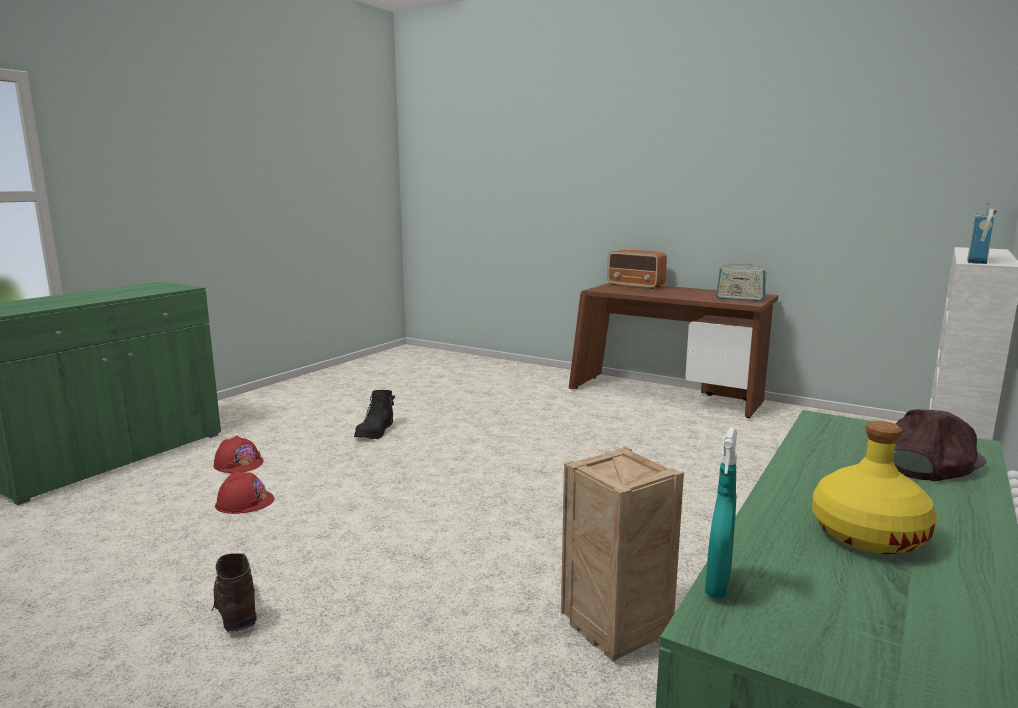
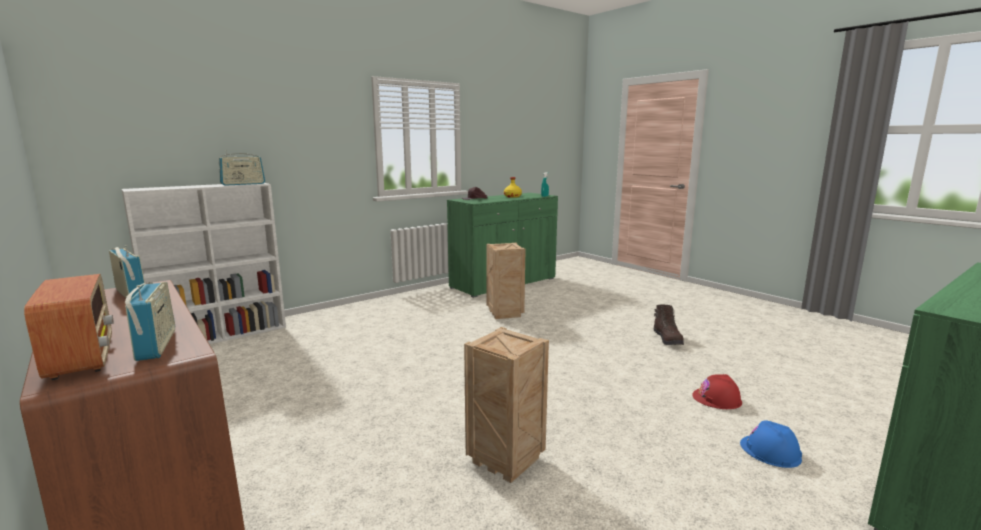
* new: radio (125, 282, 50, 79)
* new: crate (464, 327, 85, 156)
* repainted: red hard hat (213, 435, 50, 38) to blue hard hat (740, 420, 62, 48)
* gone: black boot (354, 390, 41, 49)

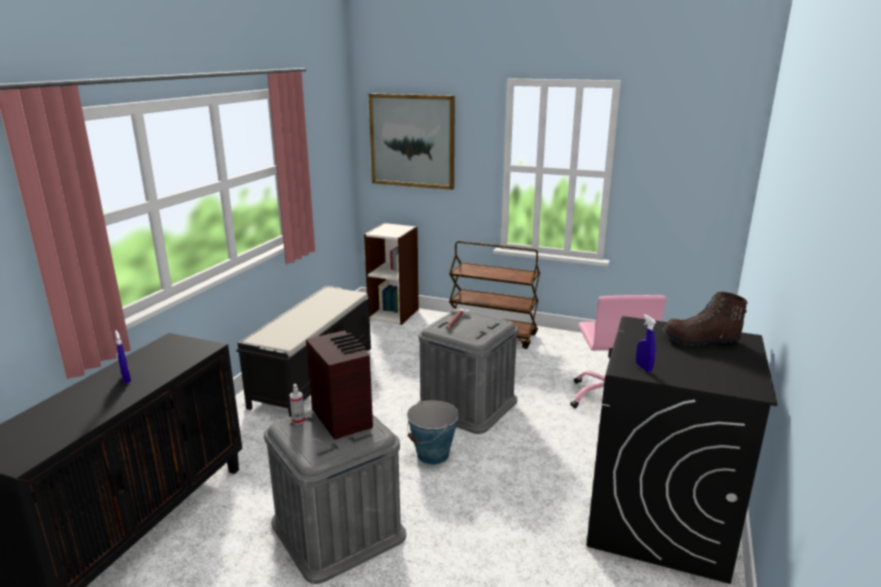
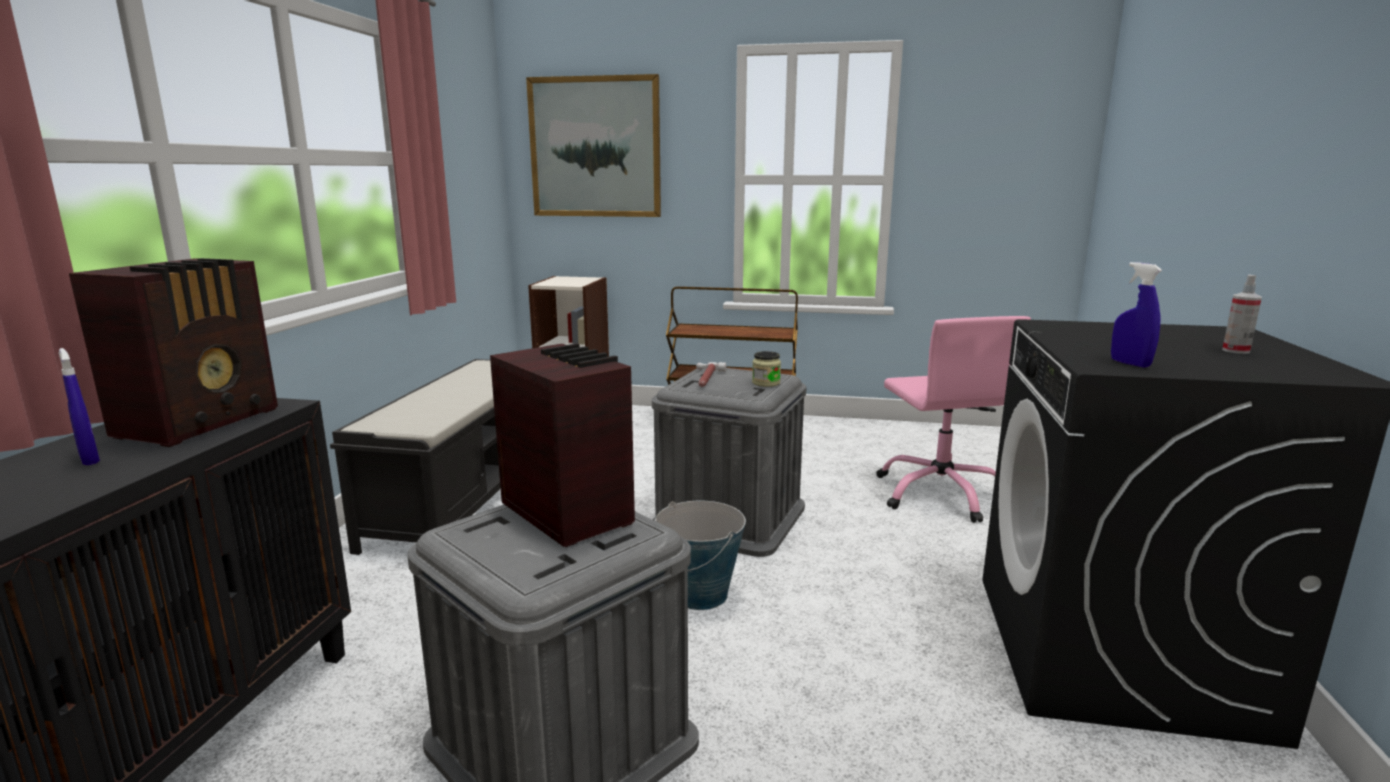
* new: radio (69, 258, 209, 189)
* new: jar (752, 351, 29, 36)
* shifted: spray bottle (289, 384, 16, 40) to (1222, 274, 40, 80)
* gone: brown boot (662, 292, 86, 54)

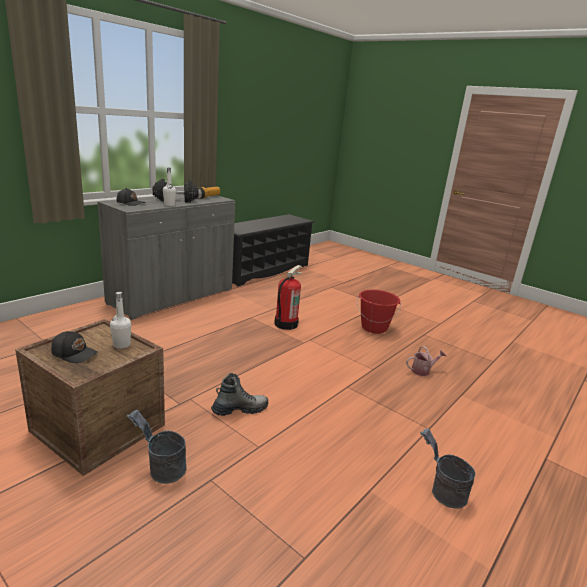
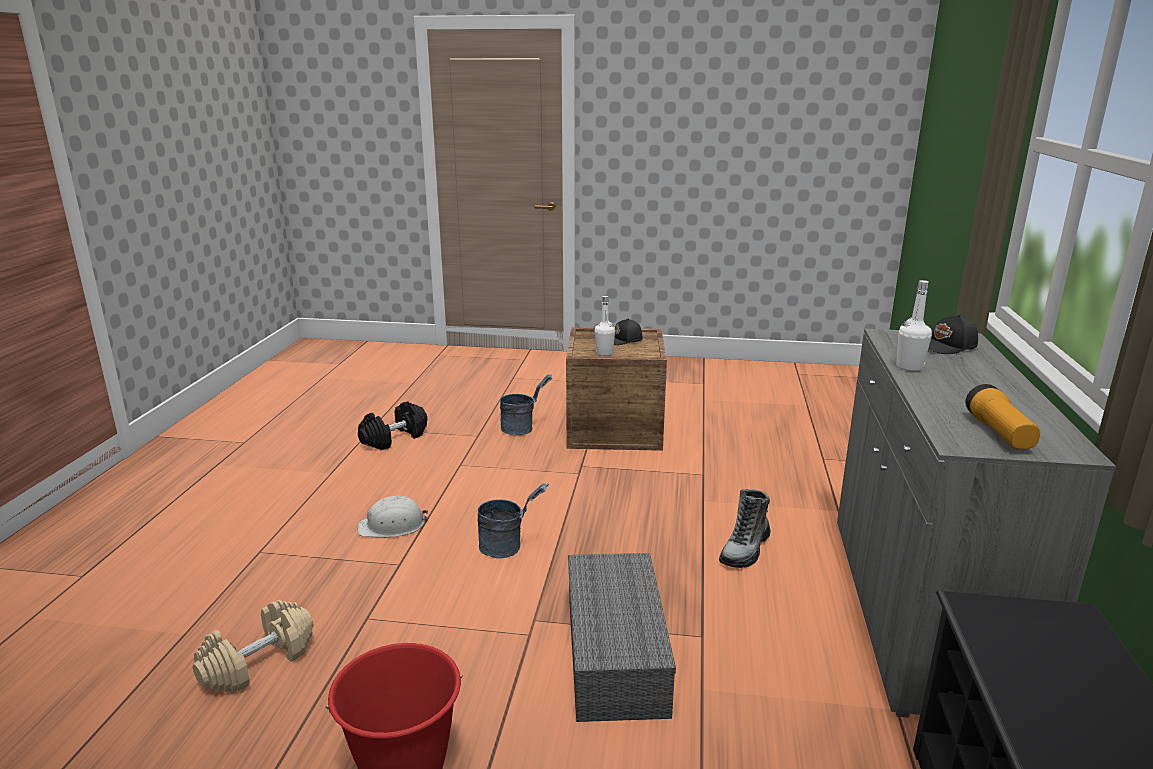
* swapped: watering can (406, 346, 40, 30) to beige dumbbell (193, 600, 120, 94)
* new: white hard hat (357, 496, 71, 42)
* shifted: black dumbbell (153, 179, 45, 23) to (358, 401, 69, 49)
* shifted: grey bucket (420, 428, 56, 80) to (477, 483, 72, 76)
* swapped: fire extinguisher (274, 265, 28, 65) to grey storage box (568, 553, 108, 169)
* shifted: boot (211, 373, 57, 43) to (719, 489, 52, 79)

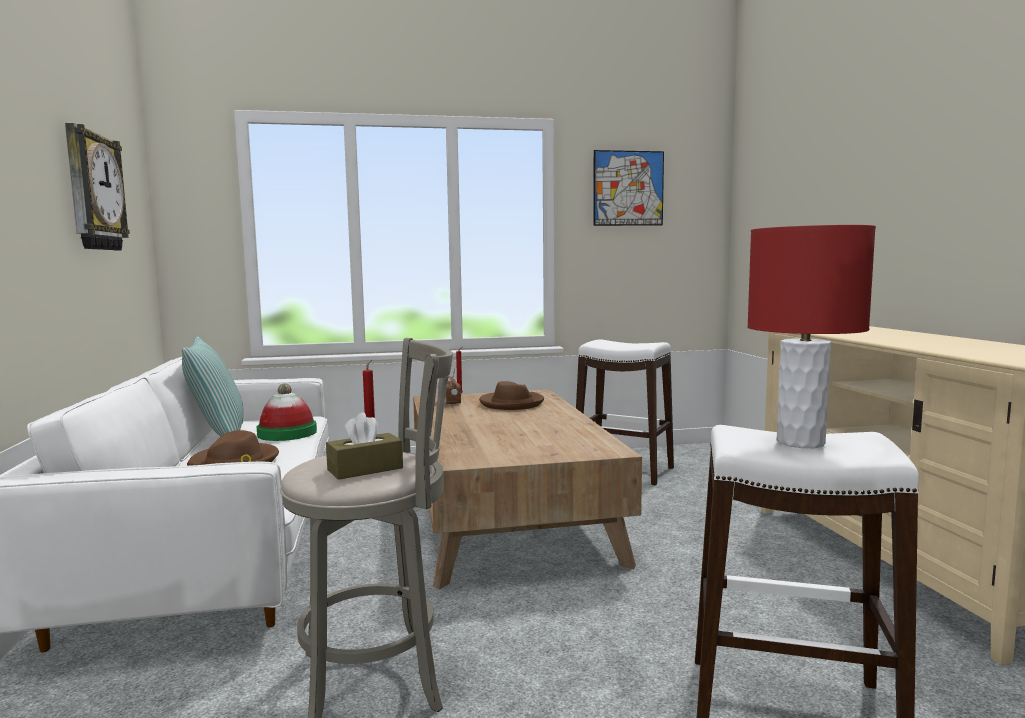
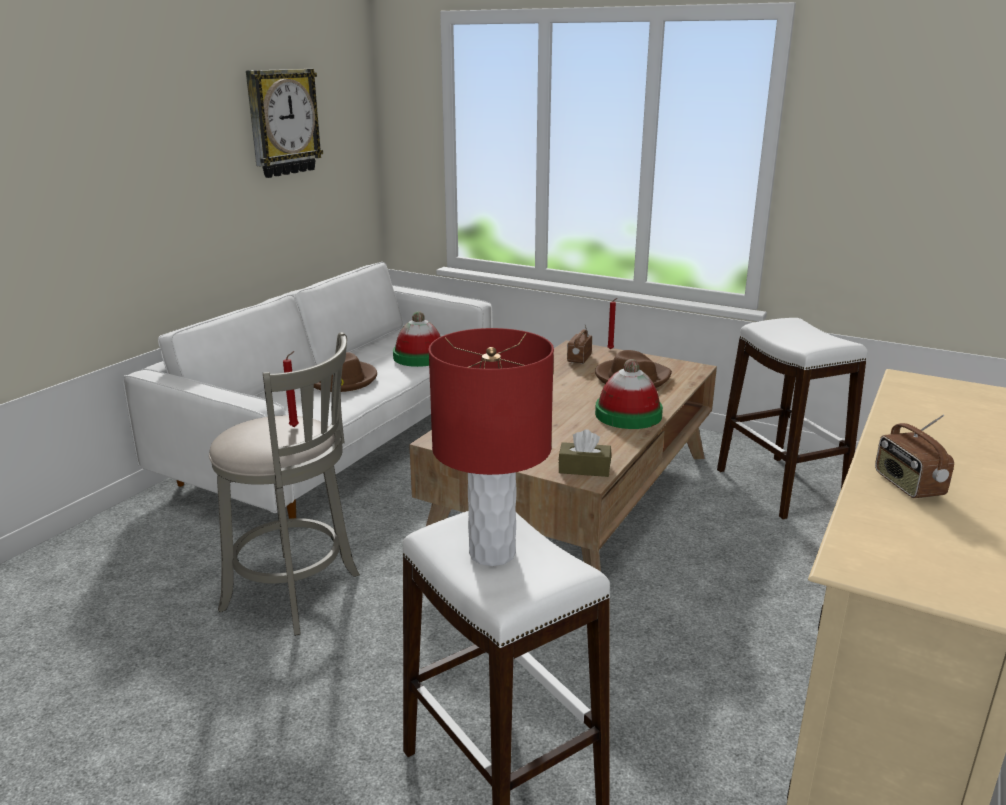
* shifted: brown tissue box (326, 412, 77, 68) to (558, 429, 53, 48)
* new: hat (595, 359, 68, 70)
* new: radio (875, 414, 79, 84)
* gone: pillow (182, 336, 62, 101)
* gone: picture (593, 150, 71, 76)

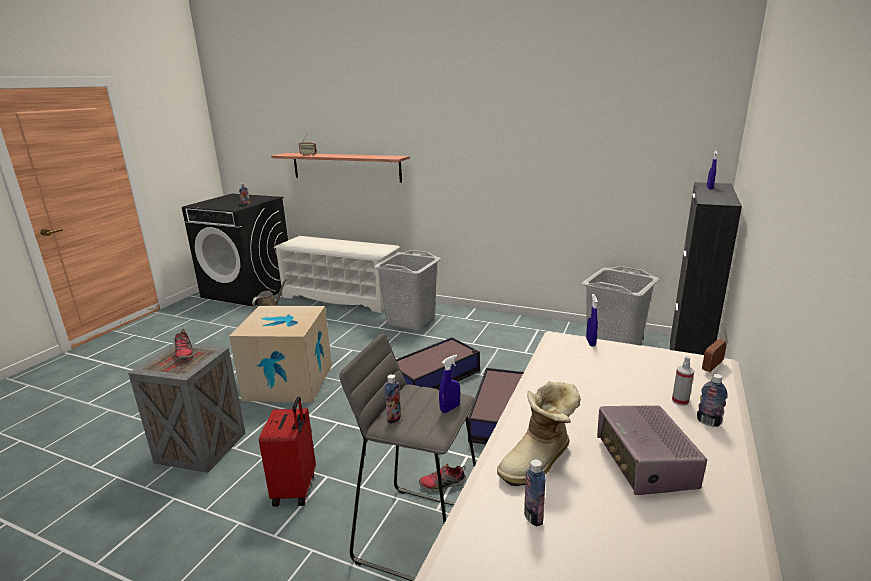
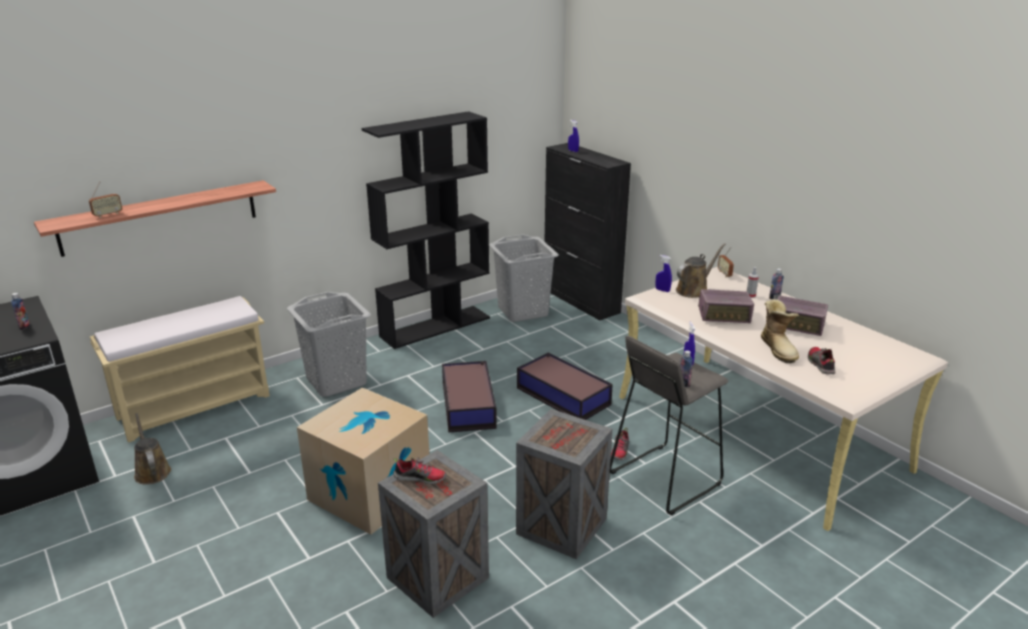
* swapped: white shoe rack (273, 236, 127, 77) to beige bench (90, 296, 180, 147)
* new: black bookcase (362, 111, 128, 238)
* swapped: red suitcase (259, 397, 57, 110) to crate (516, 409, 96, 150)
* new: brown watering can (676, 243, 50, 55)
* new: radio (698, 289, 56, 34)
* swapped: bottle (524, 459, 22, 67) to shoe (808, 347, 27, 27)

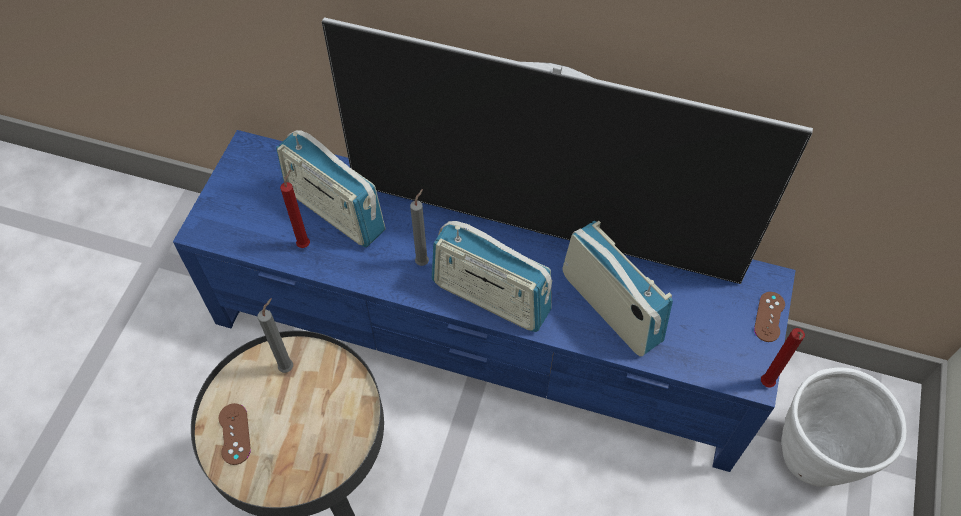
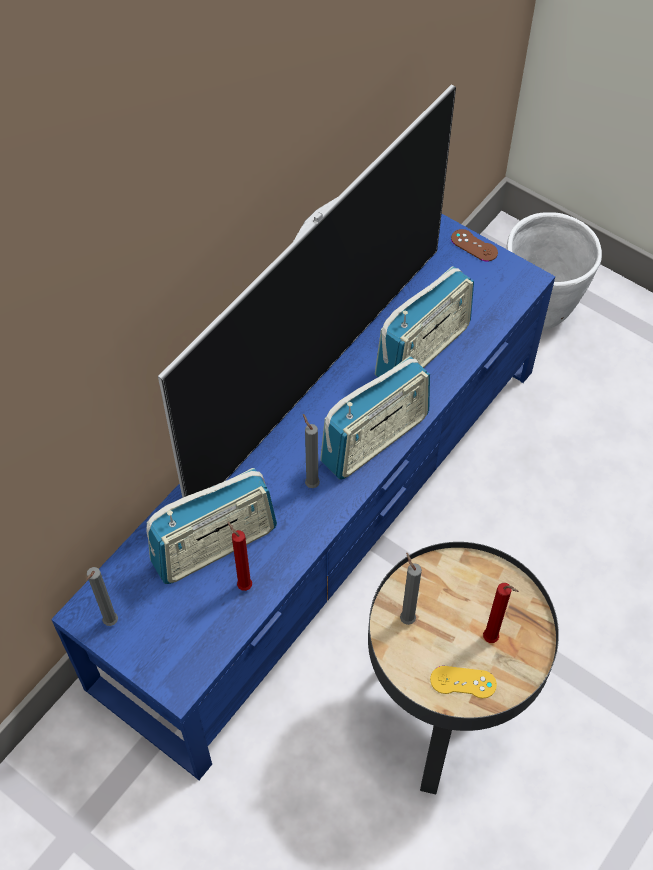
* new: grey candle (86, 567, 32, 59)
* rotated: radio (562, 221, 111, 135) = (375, 266, 99, 111) 150 degrees clockwise
* repainted: brown game controller (218, 403, 33, 62) to yellow game controller (430, 666, 67, 32)
* shifted: red candle (761, 328, 44, 60) to (483, 583, 36, 60)

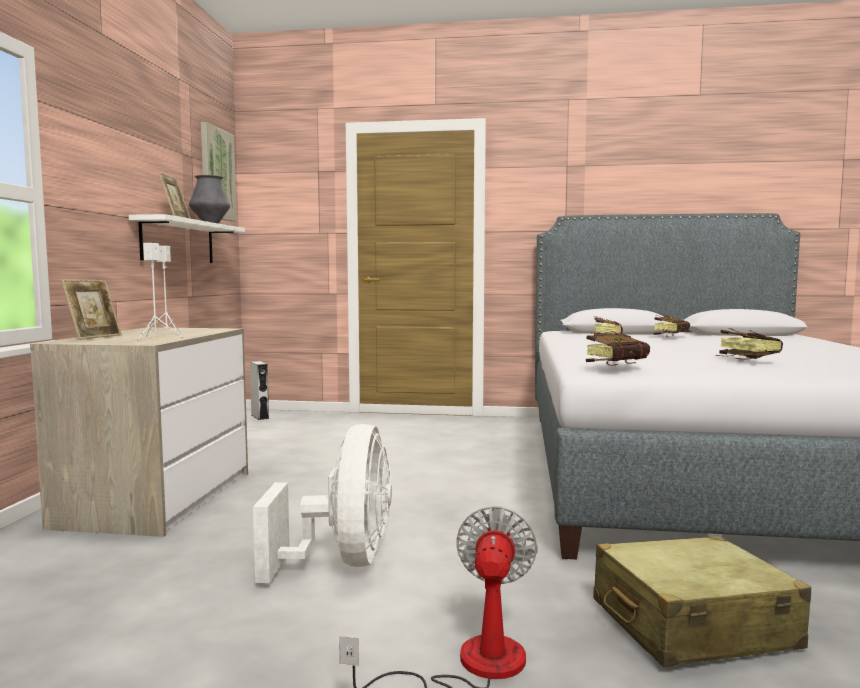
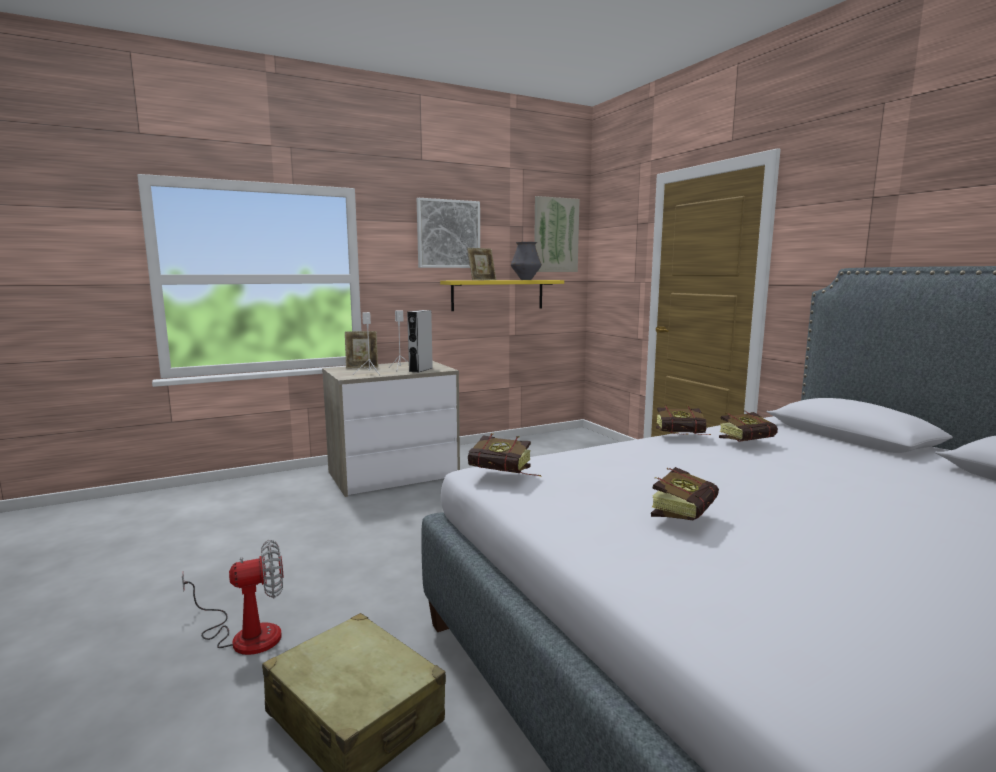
* shifted: grey speaker (250, 361, 19, 59) to (407, 310, 26, 63)
* new: picture (417, 198, 63, 70)
* repainted: white shelf (129, 214, 116, 49) to yellow shelf (440, 280, 124, 31)
* shifted: book (654, 315, 36, 22) to (656, 405, 54, 30)
* gone: white fan (253, 424, 139, 159)

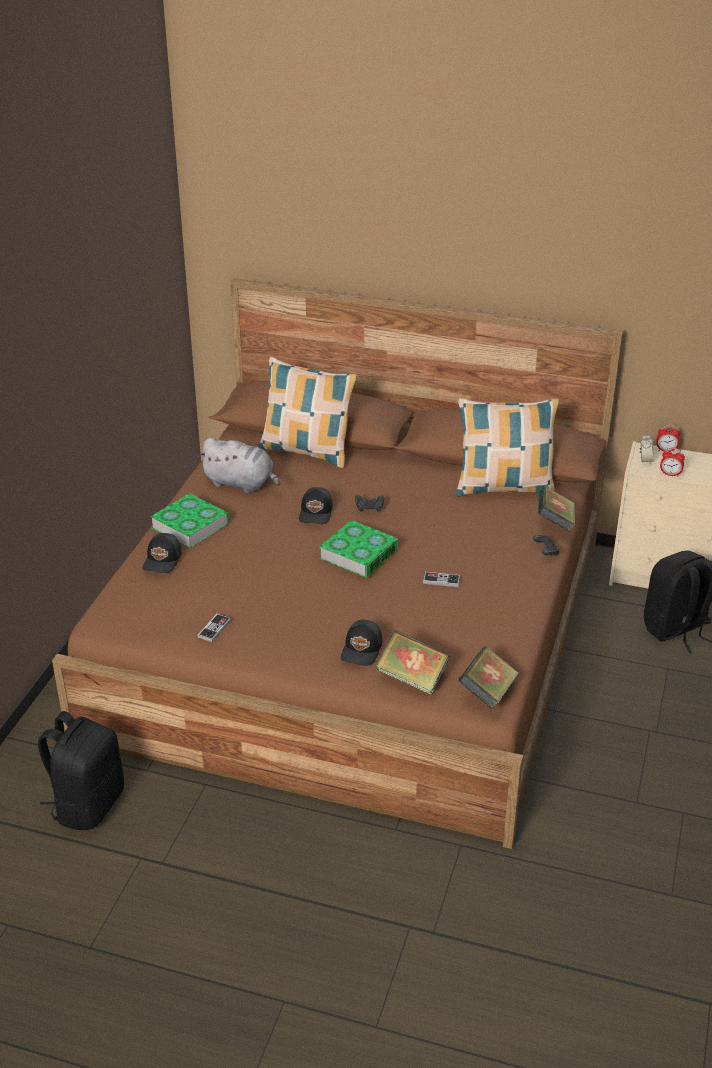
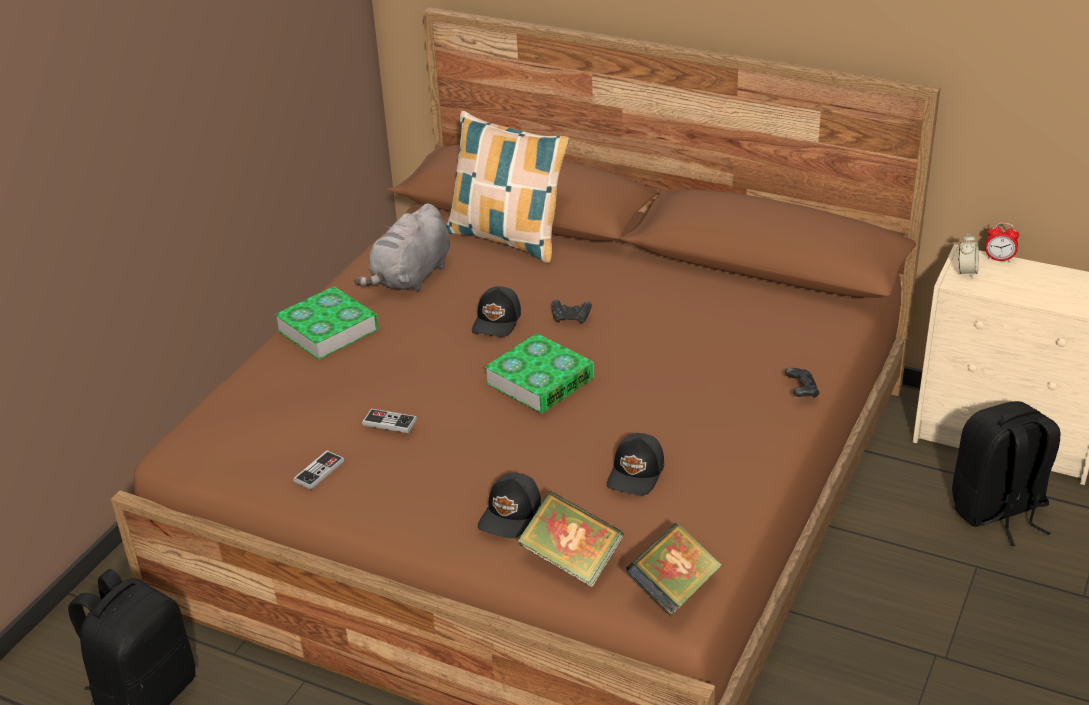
* rotated: grey plush toy (198, 438, 82, 55) = (354, 203, 96, 88) 90 degrees clockwise
* shifted: game controller (423, 572, 37, 15) to (362, 409, 55, 24)
* shifted: black cap (142, 533, 40, 40) to (607, 433, 57, 63)
* gone: pillow (456, 398, 103, 99)
* gone: book (538, 486, 37, 46)
* gone: alarm clock (660, 448, 25, 29)

